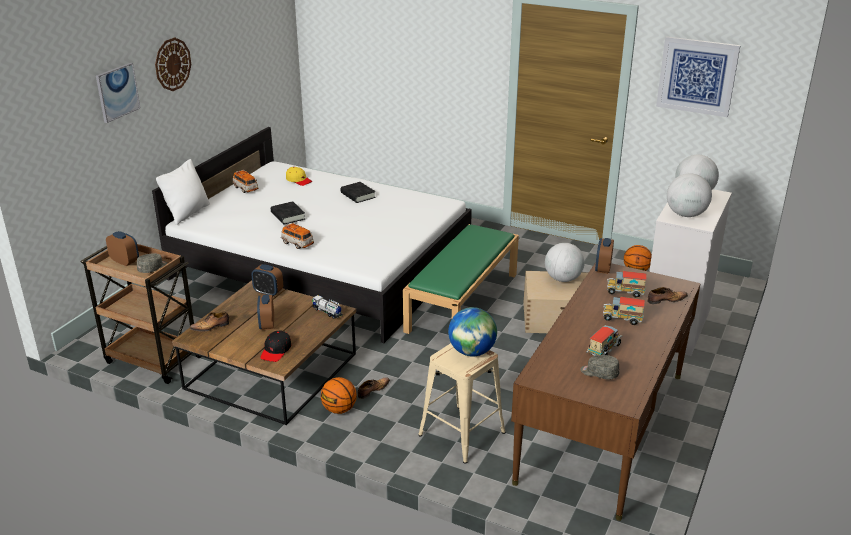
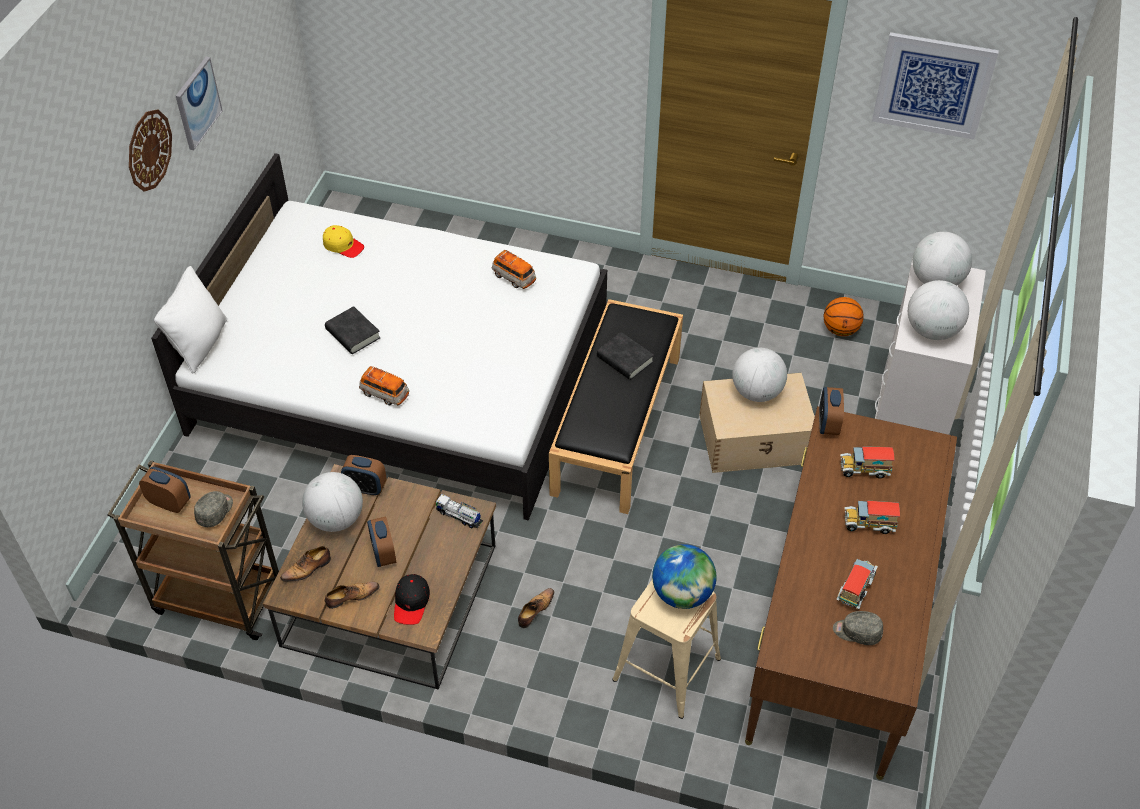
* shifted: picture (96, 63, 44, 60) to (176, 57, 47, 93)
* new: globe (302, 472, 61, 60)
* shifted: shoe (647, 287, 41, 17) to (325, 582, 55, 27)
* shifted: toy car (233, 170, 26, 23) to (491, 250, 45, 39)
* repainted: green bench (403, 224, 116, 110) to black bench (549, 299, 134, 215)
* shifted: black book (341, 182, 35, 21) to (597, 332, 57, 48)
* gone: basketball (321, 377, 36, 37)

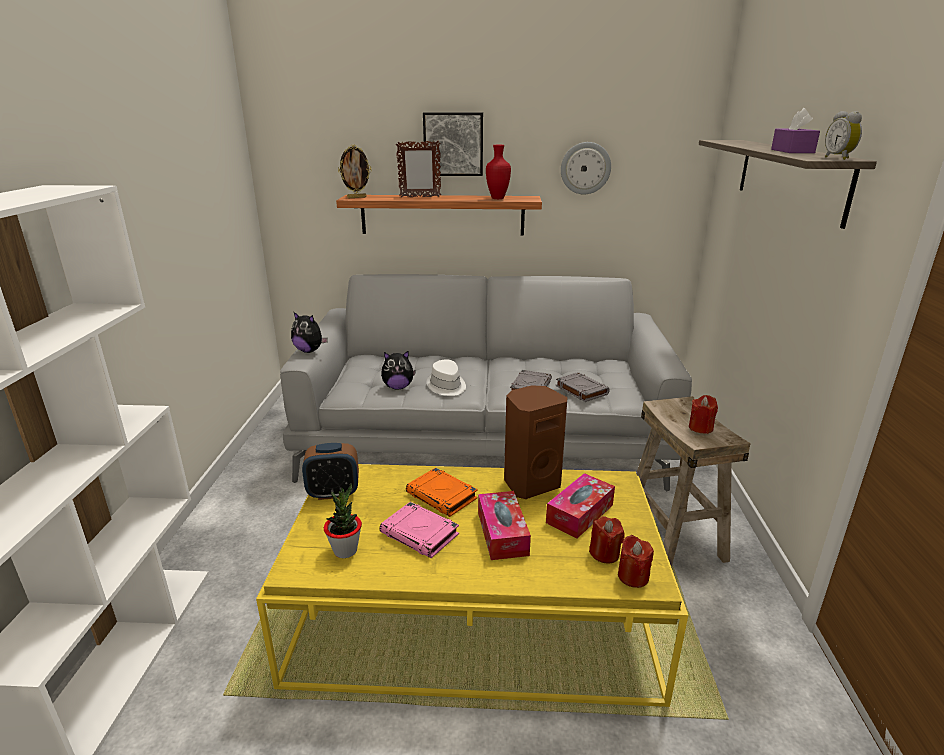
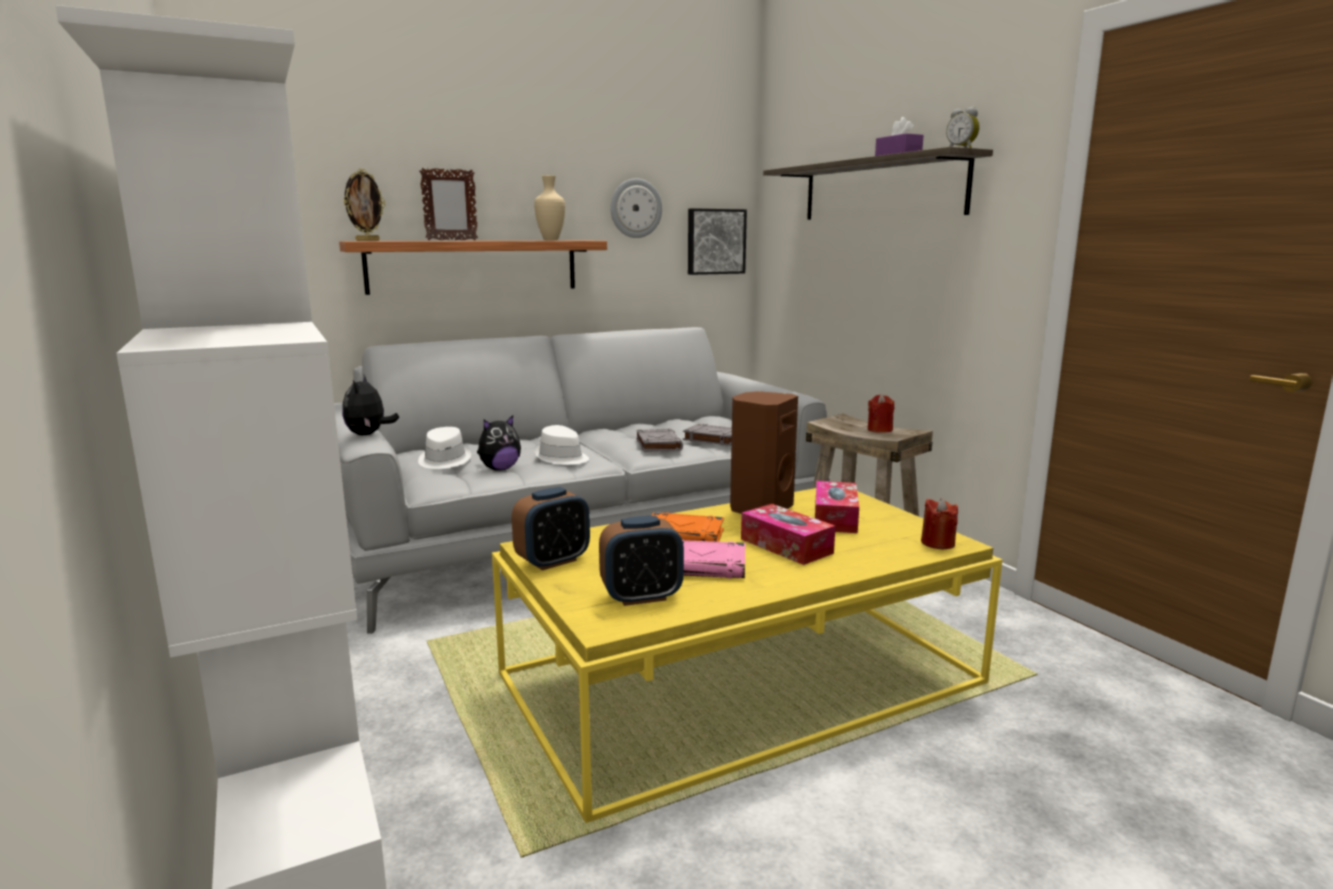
* rotated: plush toy (291, 311, 37, 42) = (342, 375, 57, 60) 90 degrees clockwise
* new: white hat (418, 427, 53, 42)
* repainted: red vase (486, 145, 25, 54) to beige vase (534, 175, 31, 65)
* swapped: potted plant (324, 483, 38, 75) to alarm clock (599, 516, 85, 90)
* shifted: picture (423, 112, 60, 64) to (688, 208, 59, 67)
* gone: red candle (589, 516, 36, 48)

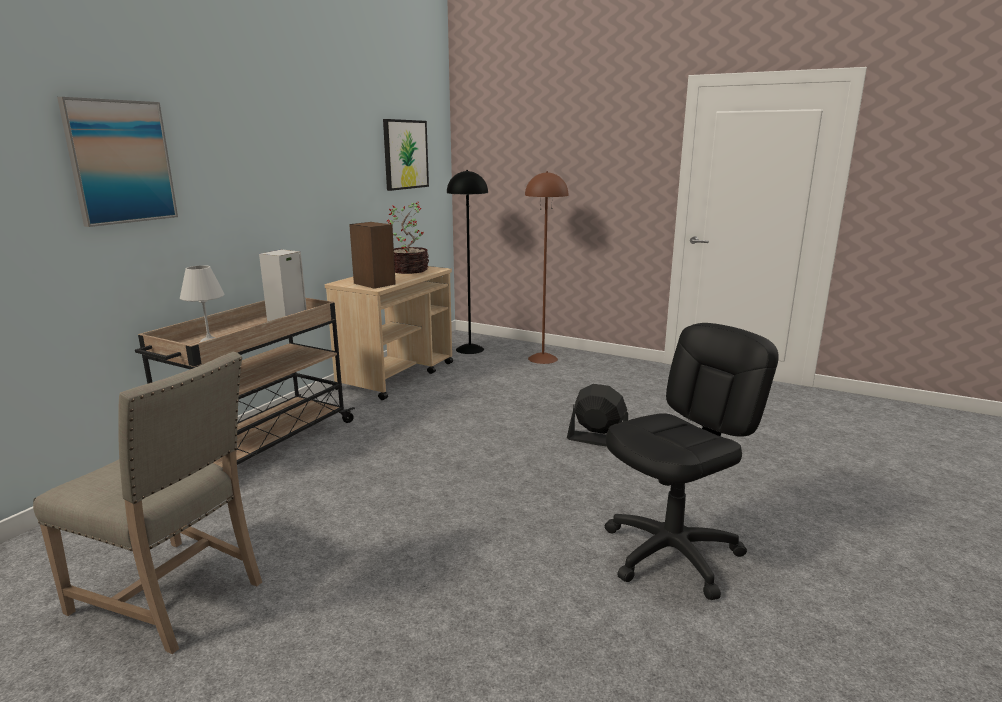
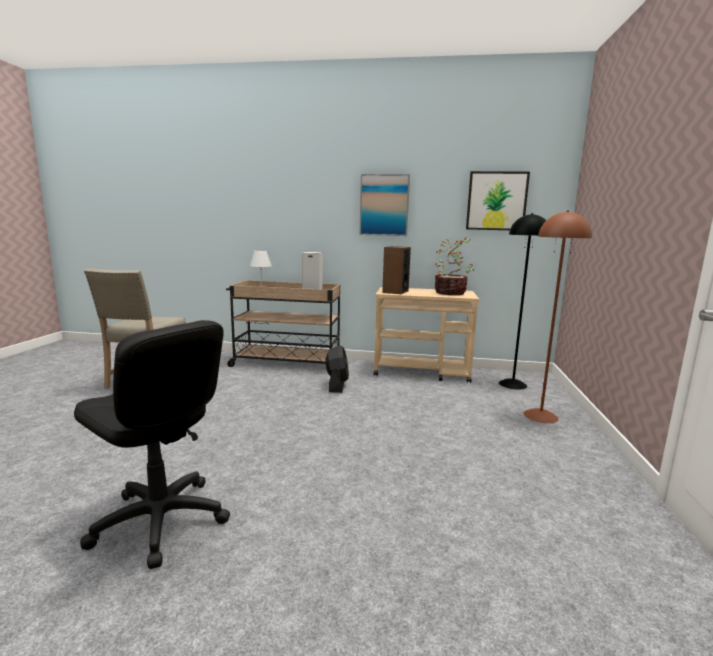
* shifted: black fan (567, 384, 61, 63) to (325, 345, 24, 48)
* shifted: picture (57, 97, 121, 130) to (359, 174, 51, 62)

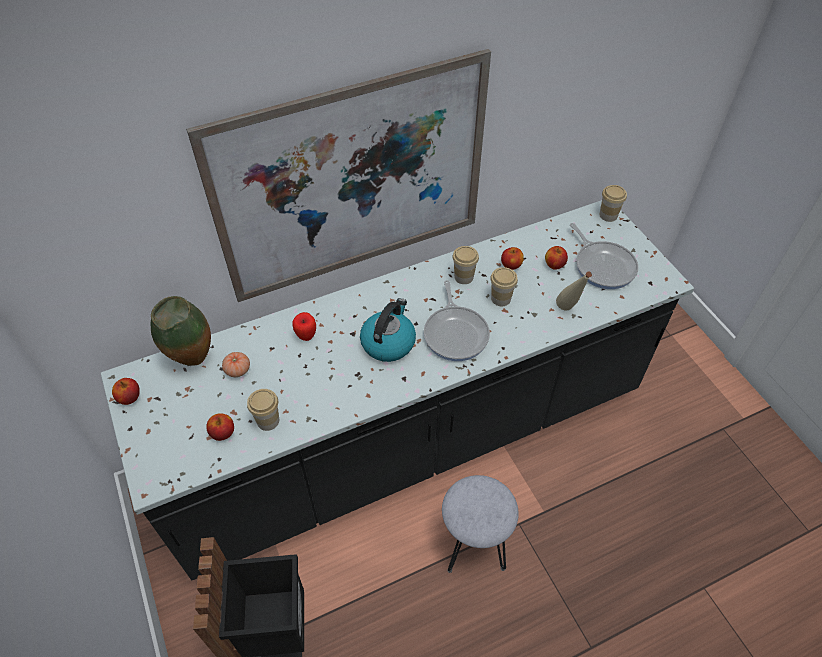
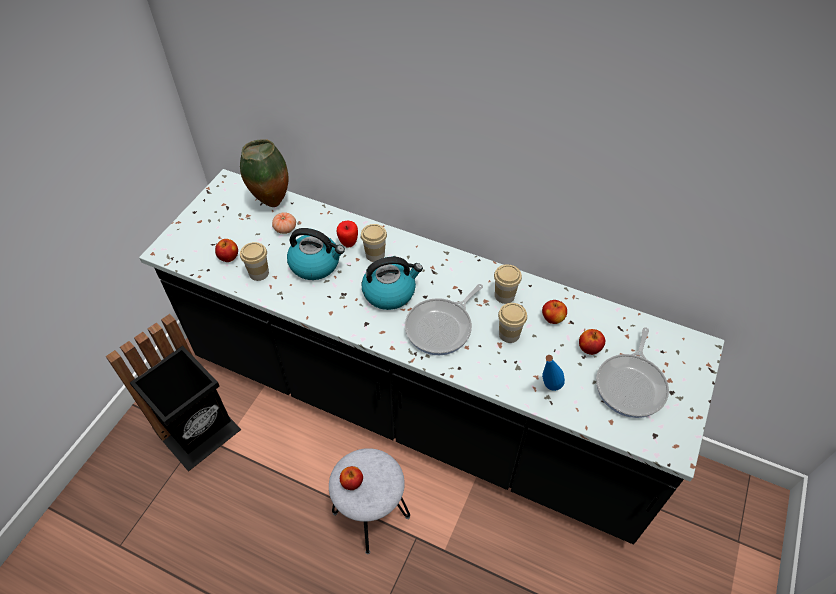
* new: kettle (287, 228, 58, 52)
* shifted: apple (112, 378, 28, 27) to (340, 466, 23, 24)
* shifted: cup (599, 185, 28, 37) to (361, 224, 26, 38)
* repainted: beige bottle (556, 271, 36, 39) to blue bottle (542, 355, 23, 36)
* gone: picture (186, 49, 305, 253)

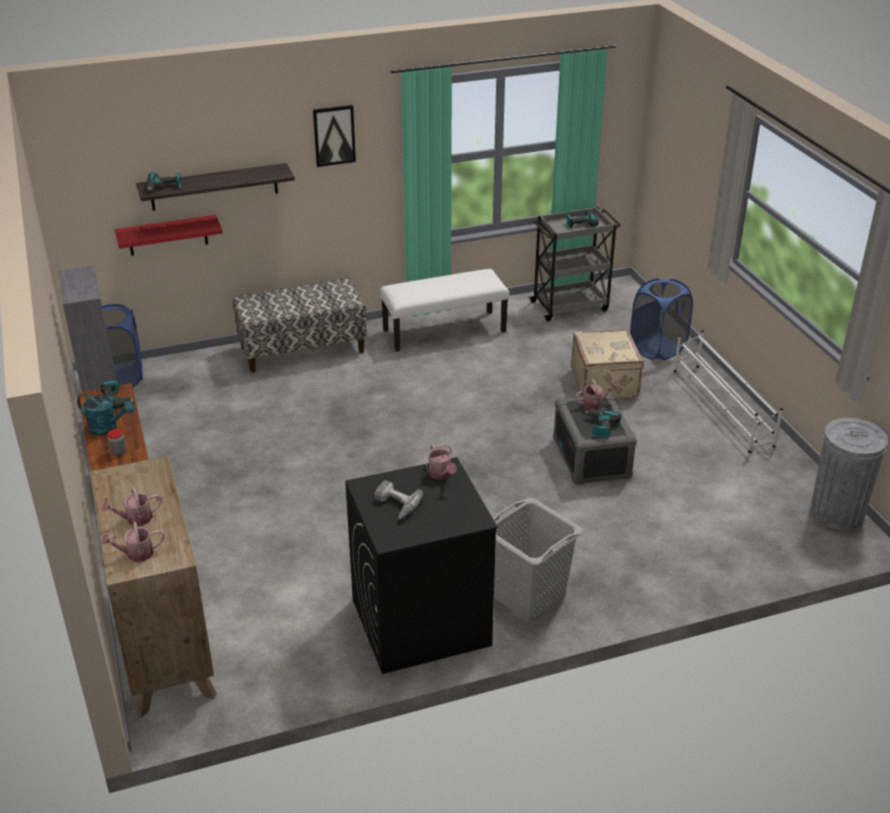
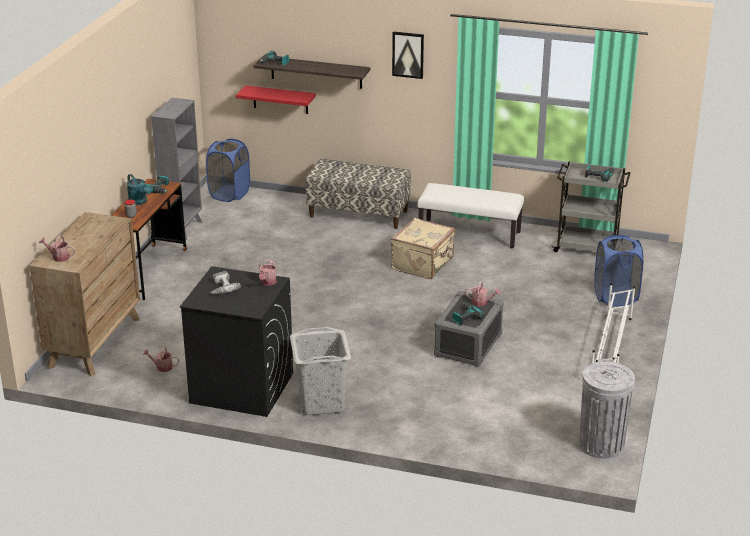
* shifted: watering can (102, 487, 60, 39) to (143, 347, 36, 25)
* shifted: beige suitcase (571, 329, 73, 70) to (391, 218, 64, 61)

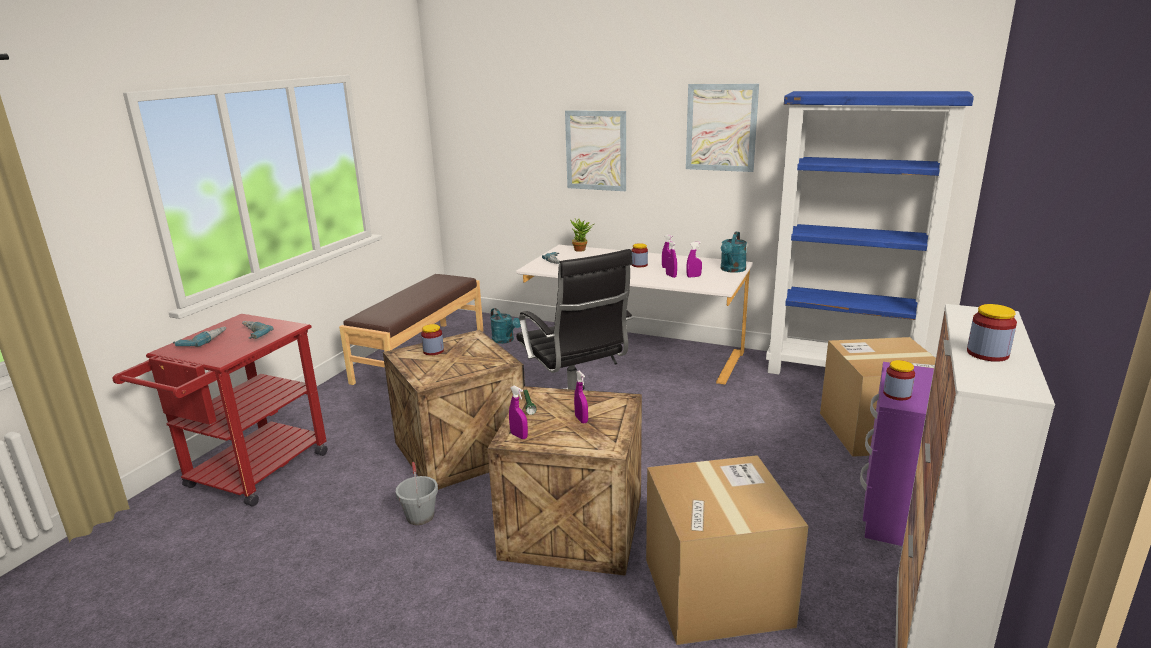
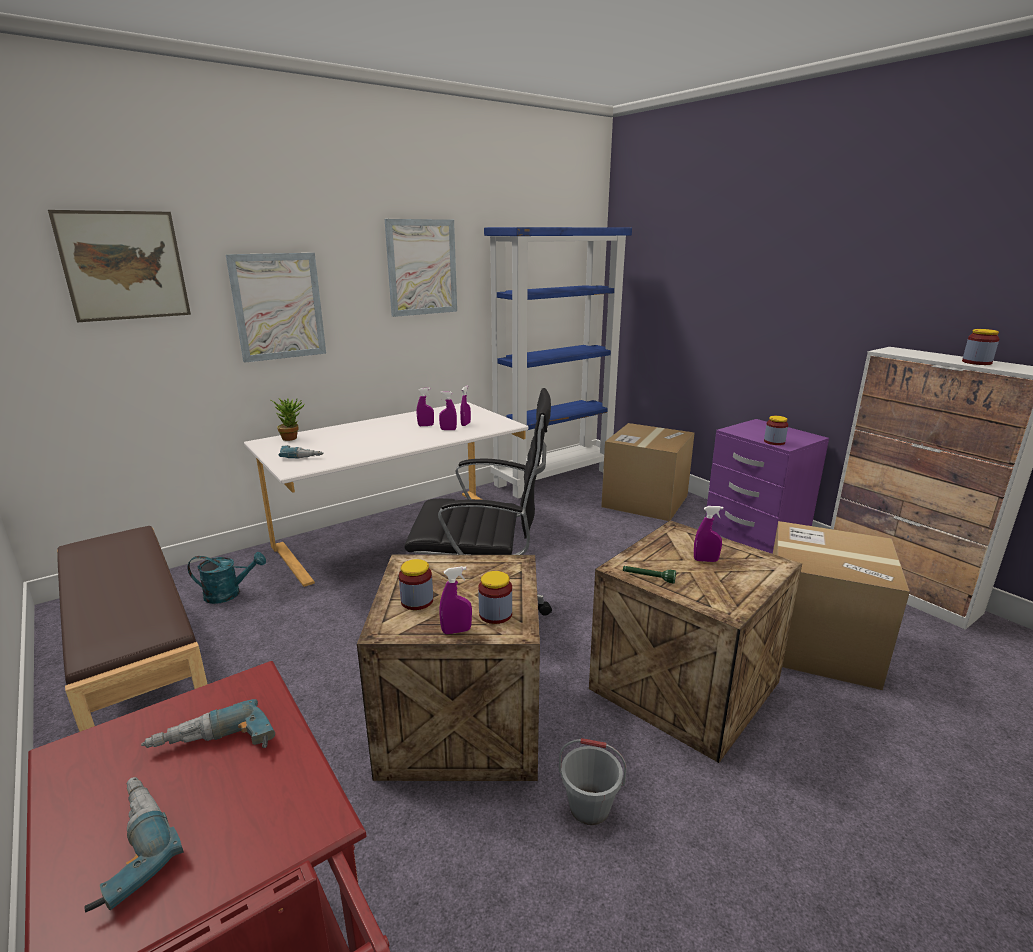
* new: picture (48, 210, 143, 112)
* shifted: purple spray bottle (509, 386, 19, 53) to (439, 566, 33, 68)
* shifted: jar (632, 243, 16, 24) to (478, 571, 34, 53)
* gone: turquoise watering can (721, 232, 26, 41)

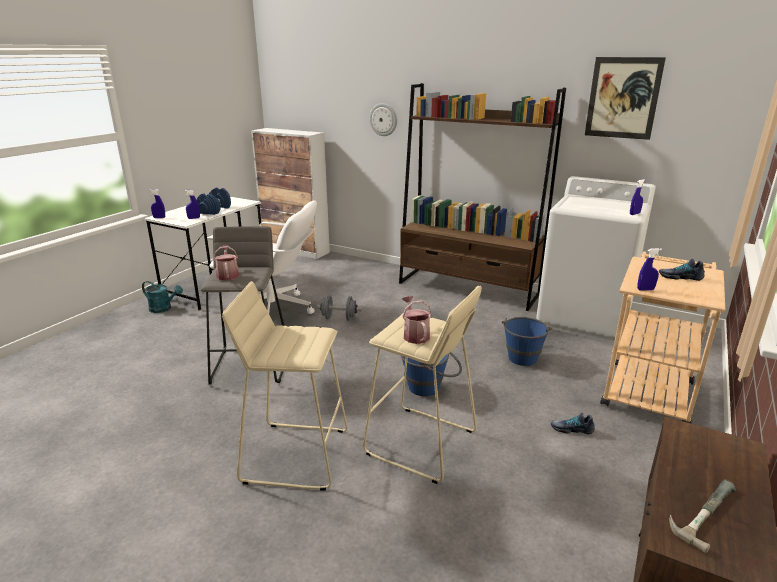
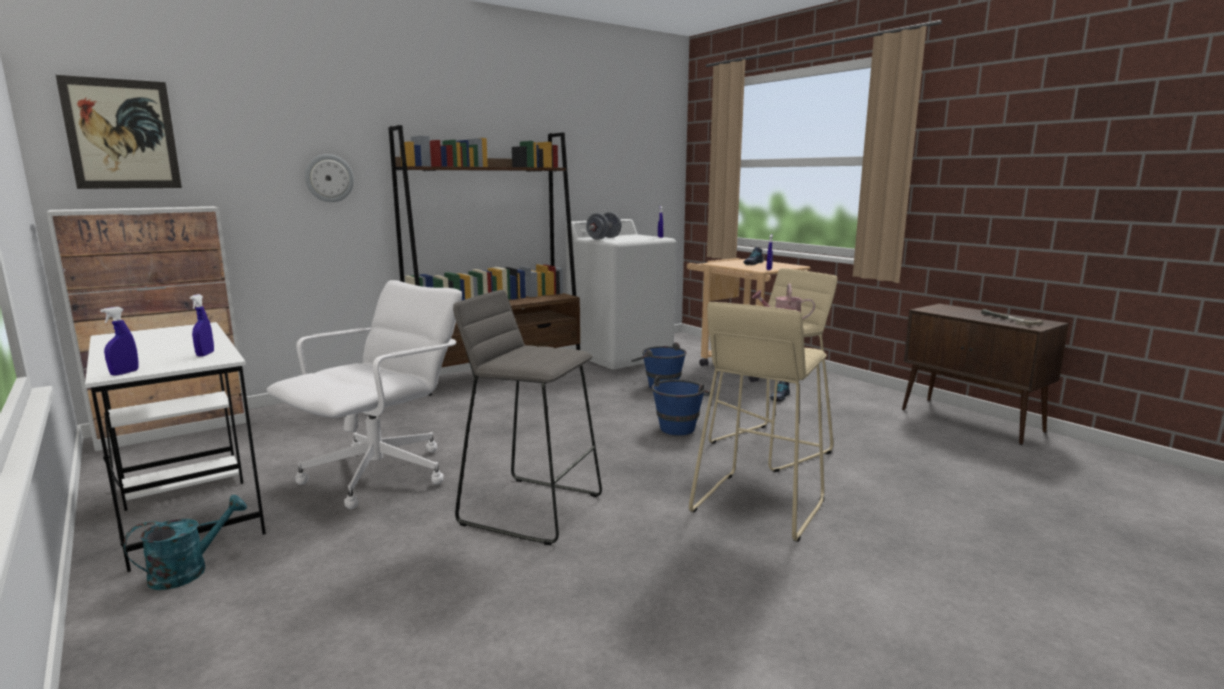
* shifted: picture (585, 57, 81, 83) to (56, 75, 126, 114)
* shifted: grey dumbbell (317, 295, 45, 26) to (586, 212, 35, 28)
* gone: blue dumbbell (197, 188, 34, 27)
* gone: watering can (213, 245, 26, 36)

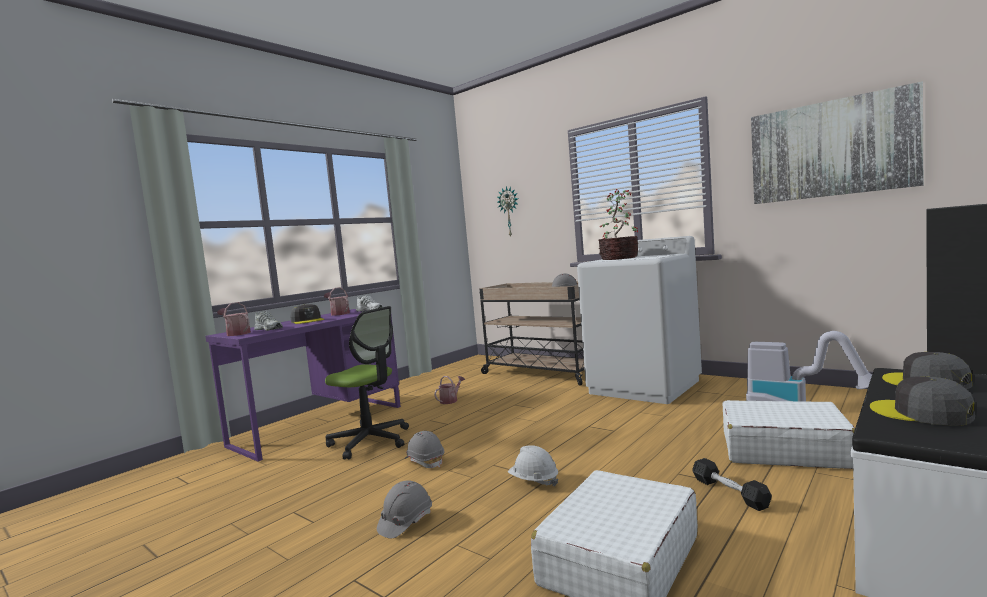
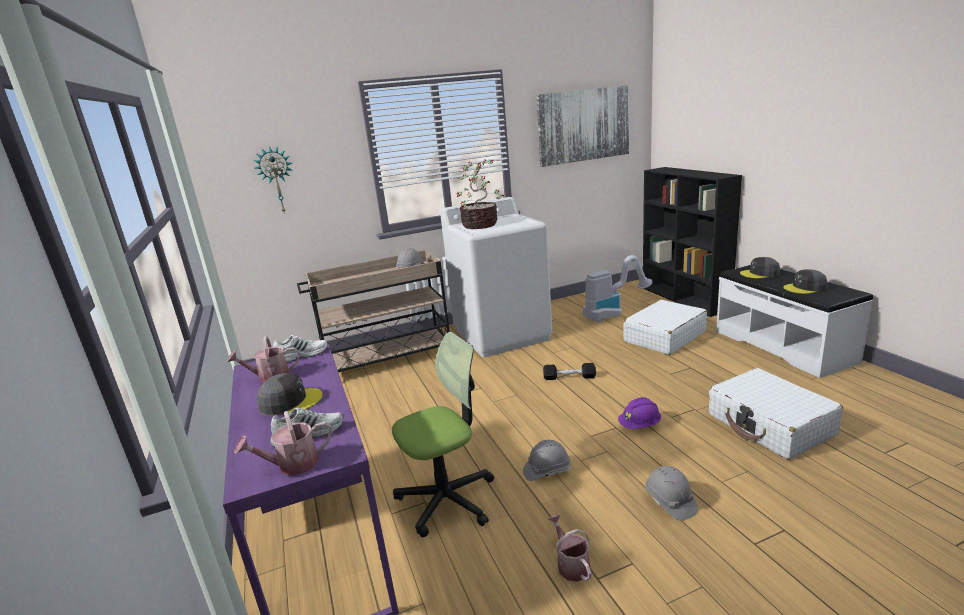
* shifted: black dumbbell (692, 458, 80, 53) to (543, 363, 53, 17)
* shifted: watering can (434, 376, 31, 28) to (548, 514, 43, 68)
* repainted: white hard hat (508, 445, 50, 42) to purple hard hat (618, 397, 43, 32)

